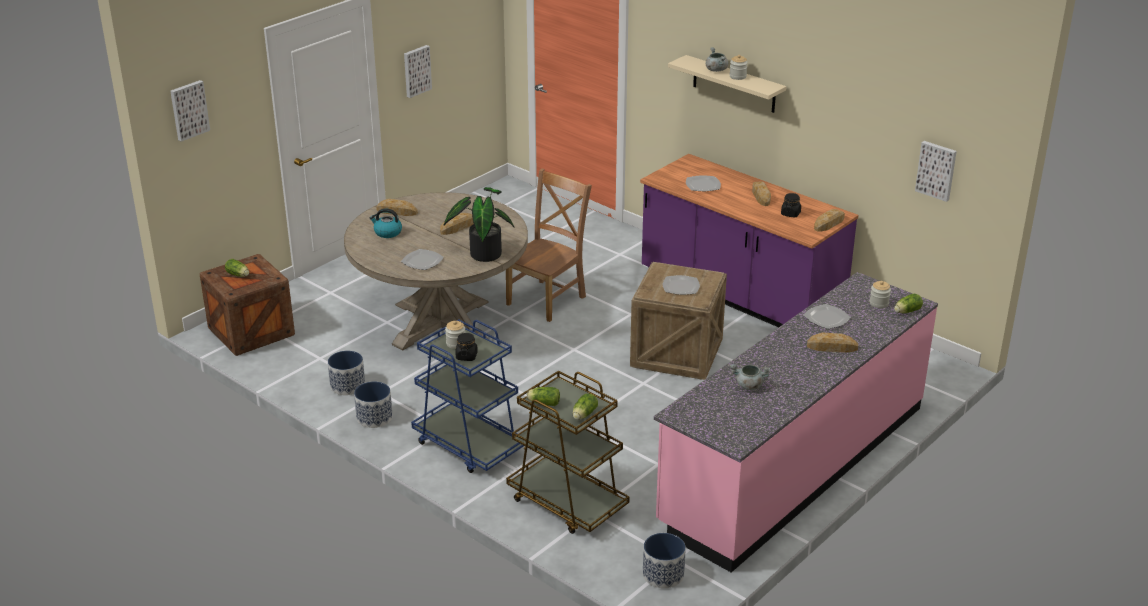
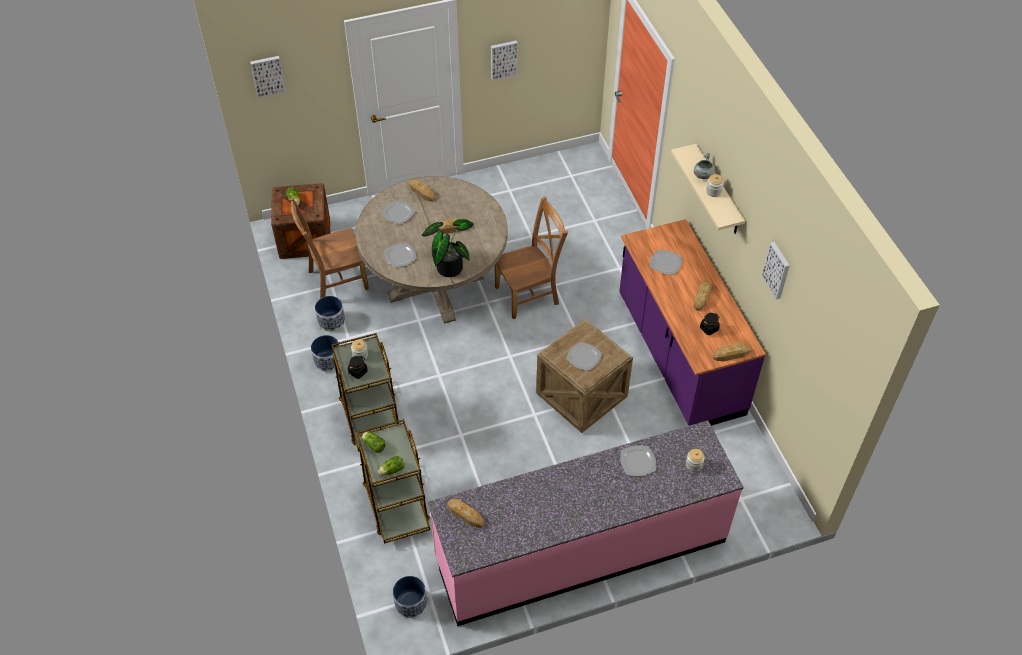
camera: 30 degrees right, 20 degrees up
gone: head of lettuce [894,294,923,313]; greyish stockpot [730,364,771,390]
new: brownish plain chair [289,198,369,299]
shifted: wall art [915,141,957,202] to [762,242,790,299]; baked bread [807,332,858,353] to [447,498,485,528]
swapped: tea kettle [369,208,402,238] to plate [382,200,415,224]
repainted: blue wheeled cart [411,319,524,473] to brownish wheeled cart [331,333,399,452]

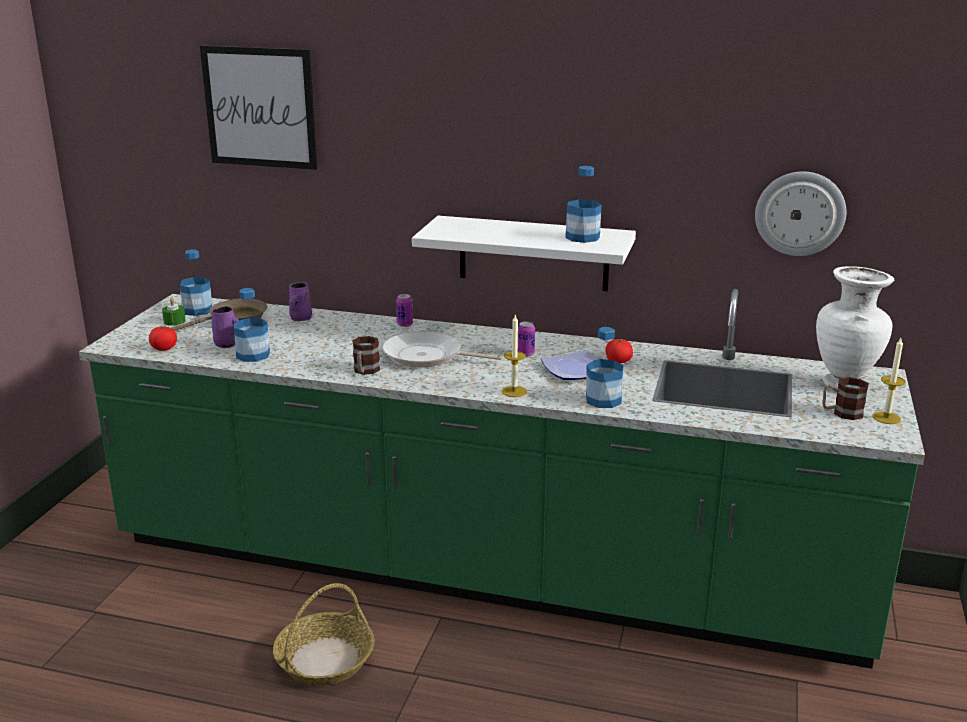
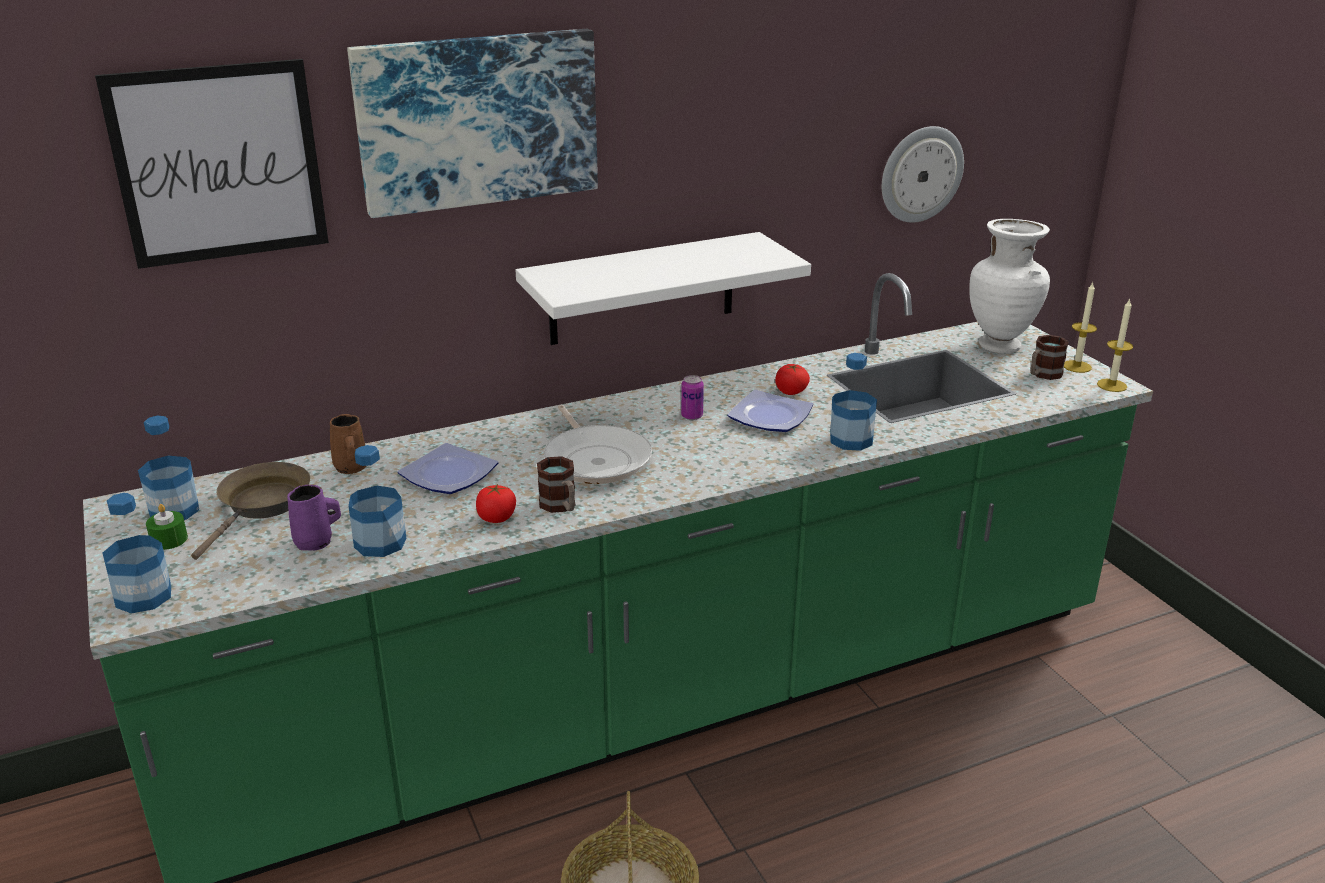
camera: 40 degrees left, 5 degrees up
gone: metal can [396,294,413,327]
new: wall art [347,29,598,218]; plate [398,443,498,494]
shifted: drink bottle [565,166,602,243] to [103,493,171,613]; wax candle [502,314,527,397] to [1097,298,1133,392]; tomato [149,326,177,351] to [476,484,516,523]
repainted: purple mug [289,282,312,321] to brownish mug [330,414,366,474]
rotated: frying pan [382,331,502,367] = [544,405,652,484] 90 degrees counterclockwise

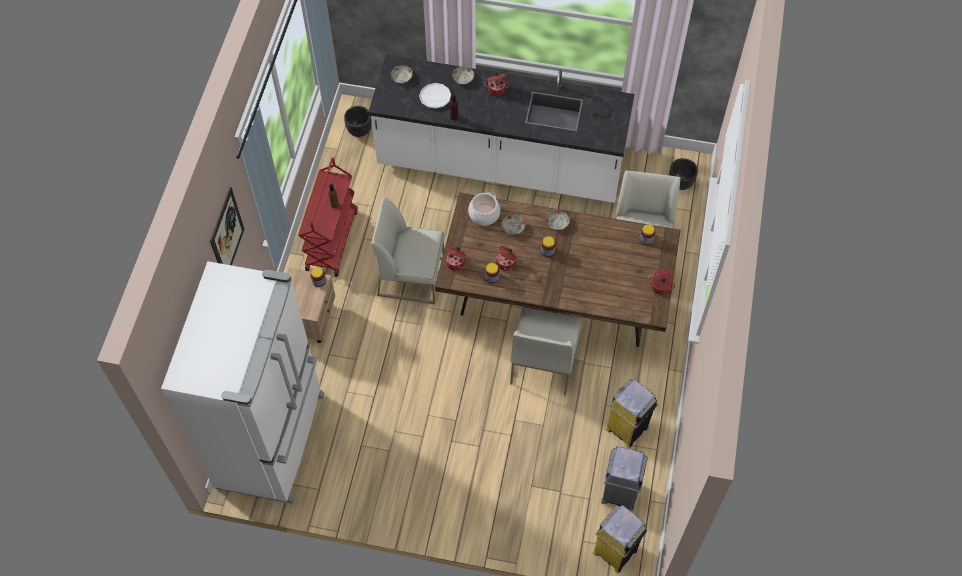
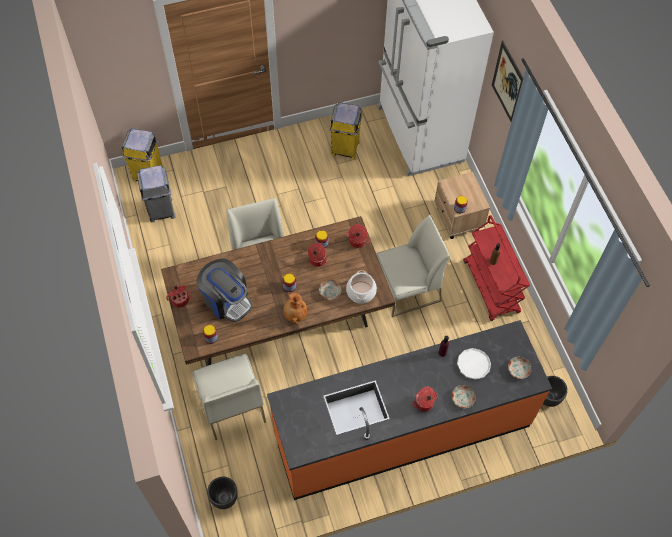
camera: 150 degrees right, 0 degrees up
new: coffee brewer [196,258,253,322]
shifted: yellow-coloured rubbish bin [605,379,658,448] to [330,102,362,160]
swapped: plate [546,210,570,230] to brownish vase [283,293,307,324]
repainted: white counter [368,55,634,203] to orange counter [267,320,552,500]

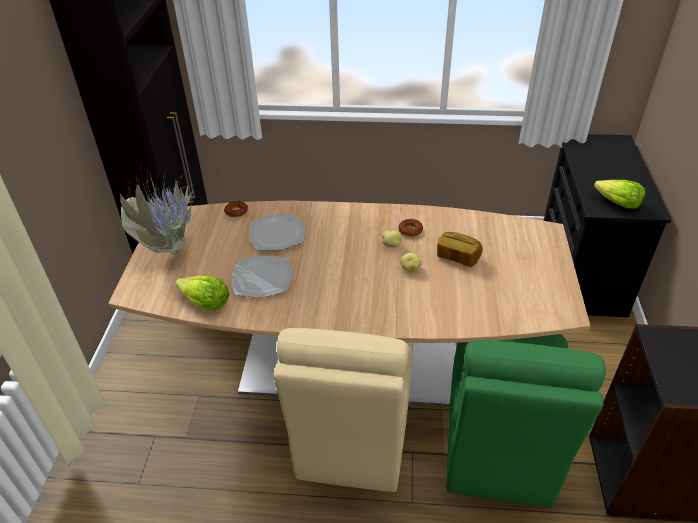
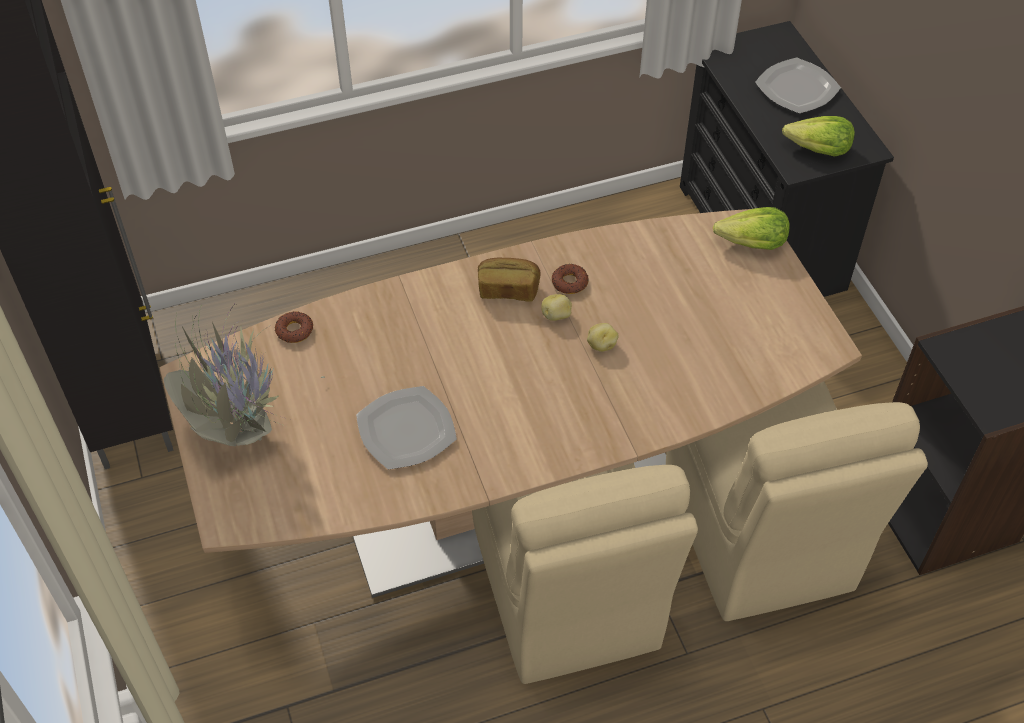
camera: 25 degrees left, 10 degrees up
shifted: plate [249,214,305,250] to [755,57,841,114]; baked bread [437,232,483,267] to [478,257,541,302]; head of lettuce [175,276,229,310] to [713,207,789,250]
repainted: greenish plain chair [446,334,606,507] to beige-coloured plain chair [666,381,928,621]

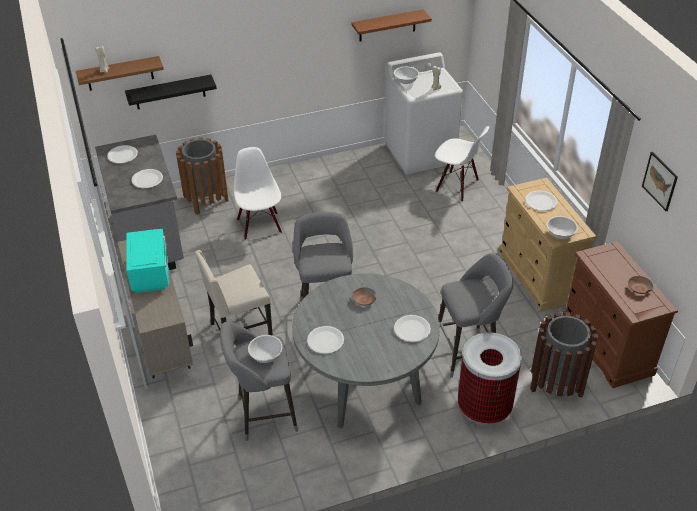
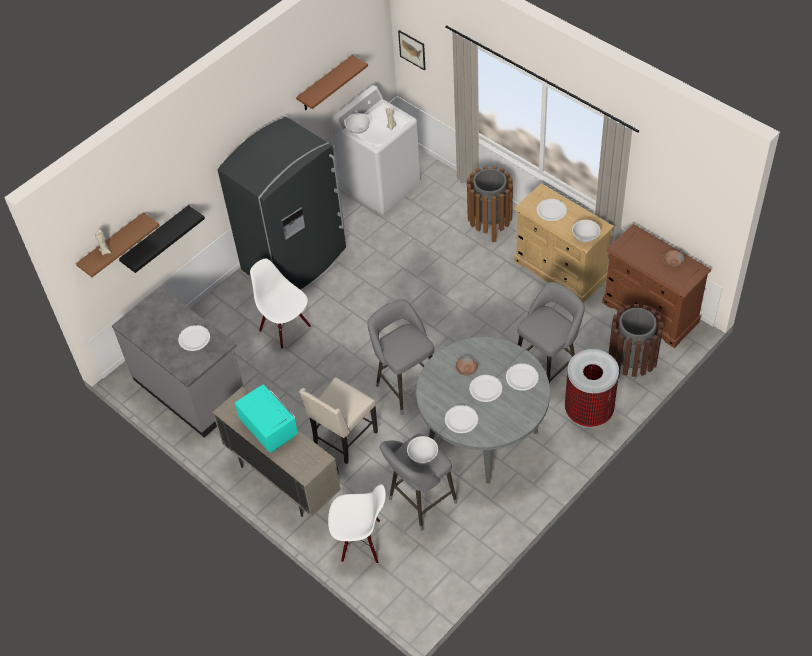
camera: 25 degrees left, 10 degrees up
new: greyish kitchen fridge [218,117,346,290]
shifted: white plain chair [435,126,489,202] to [328,484,386,563]; brownish rubbish bin [176,138,228,215] to [467,166,513,242]; white plate [107,145,138,163] to [469,375,502,402]; wall art [642,152,678,211] to [398,30,426,71]

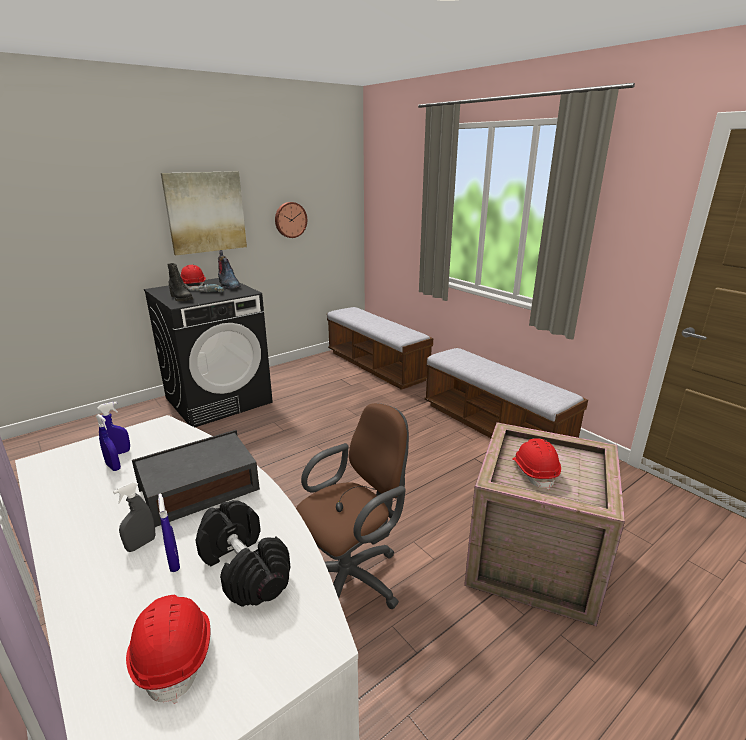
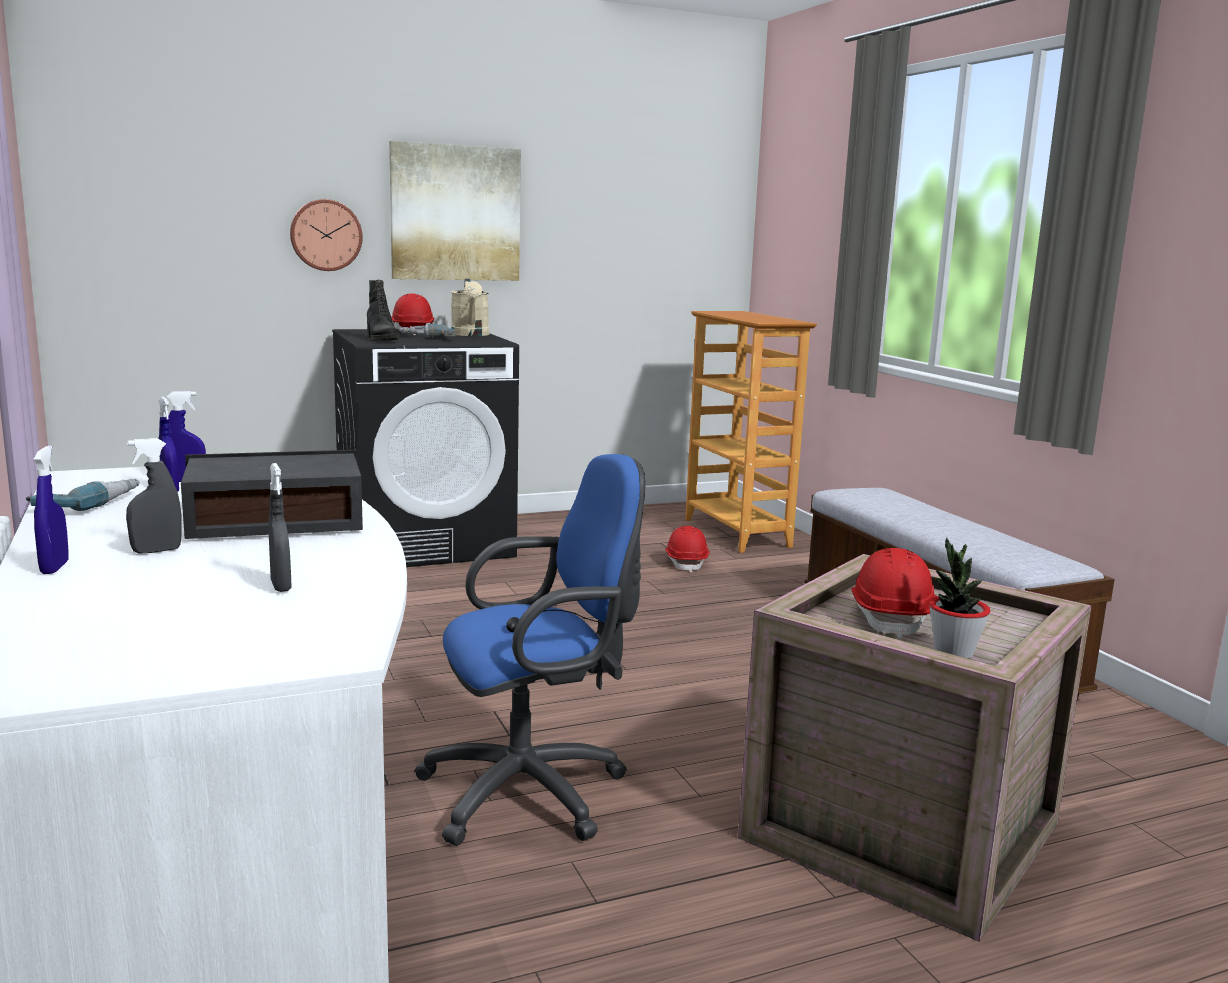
camera: 15 degrees right, 10 degrees down
new: drill [26,479,139,511]; potted plant [929,538,991,659]
shifted: clock on the wall [275,202,307,238] to [290,199,363,271]; blue hand sprayer [158,493,180,572] to [34,446,69,574]; red-coloured hard hat [126,595,210,704] to [665,526,709,573]
swapped: boot [218,250,241,289] to beige-coloured sprinkling can [451,279,489,336]; indoor bench [327,307,433,390] to bookshelf [685,311,817,553]; black-coloured dumbbell [195,500,290,607] to greyish hand sprayer [269,463,291,592]
repainted: brownish desk chair [296,403,409,609] to blue desk chair [414,454,646,846]

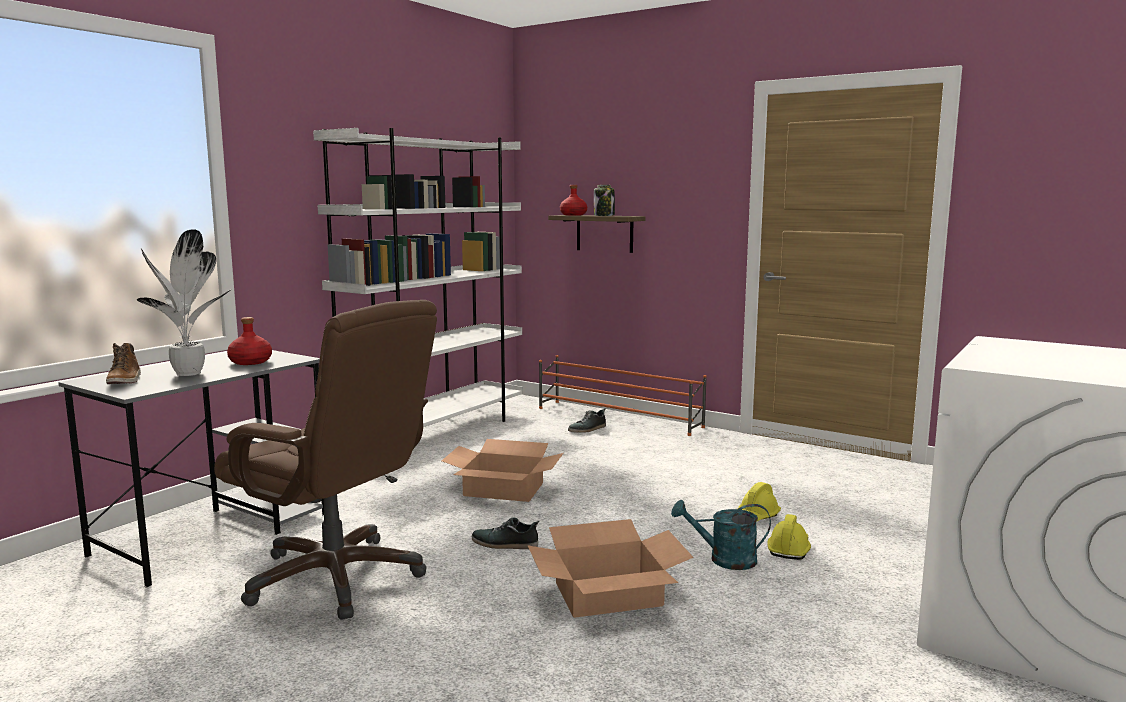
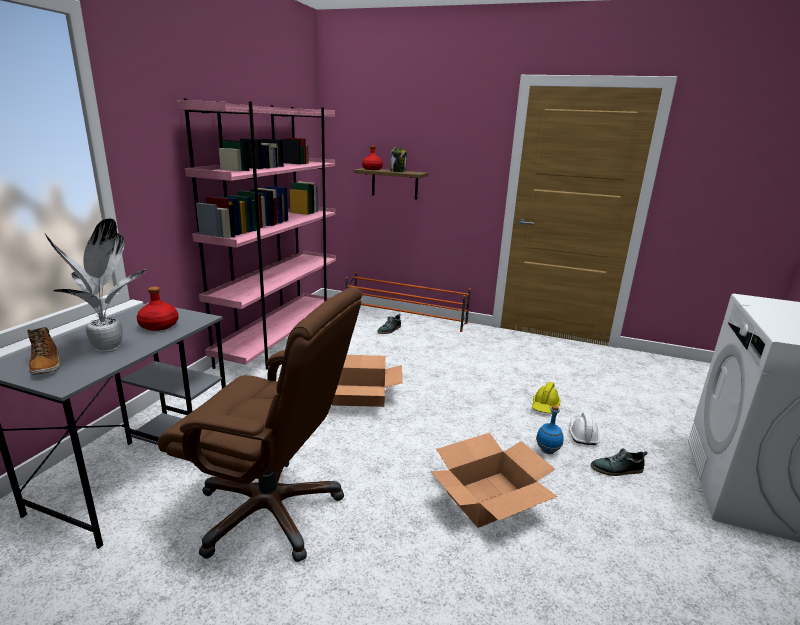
camera: 15 degrees left, 10 degrees up
shifted: low shoe [472,517,539,549] to [591,448,648,476]
swapped: turquoise-coloured sprinkling can [671,500,771,570] to blue drink bottle [536,405,564,454]
repainted: white bookshelf [313,128,523,427] to pink bookshelf [177,99,336,370]; yellow-coloured hard hat [767,514,811,560] to white hard hat [569,412,600,445]

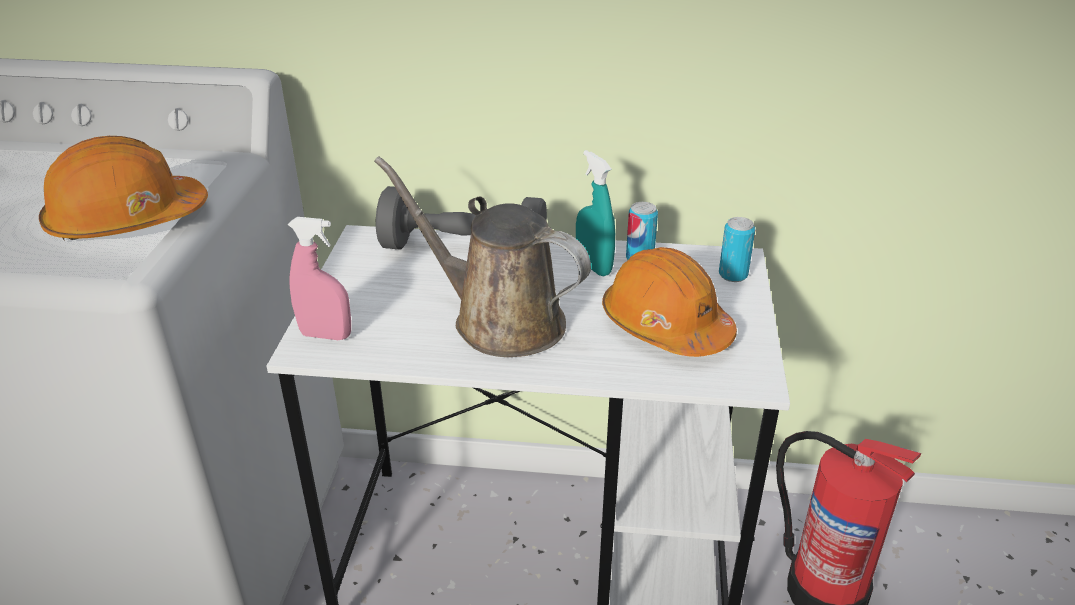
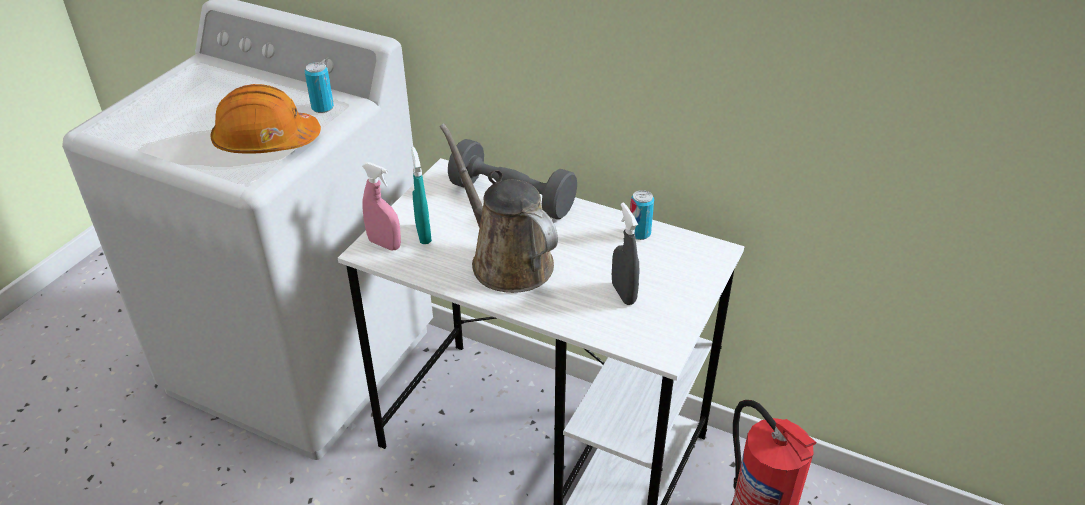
camera: 20 degrees right, 5 degrees up
shifted: turquoise-coloured hand sprayer [576,150,615,277] to [411,147,432,244]; metal can [719,217,755,282] to [305,62,334,113]
swapped: orange hard hat [602,247,737,357] to greyish hand sprayer [612,202,639,305]

